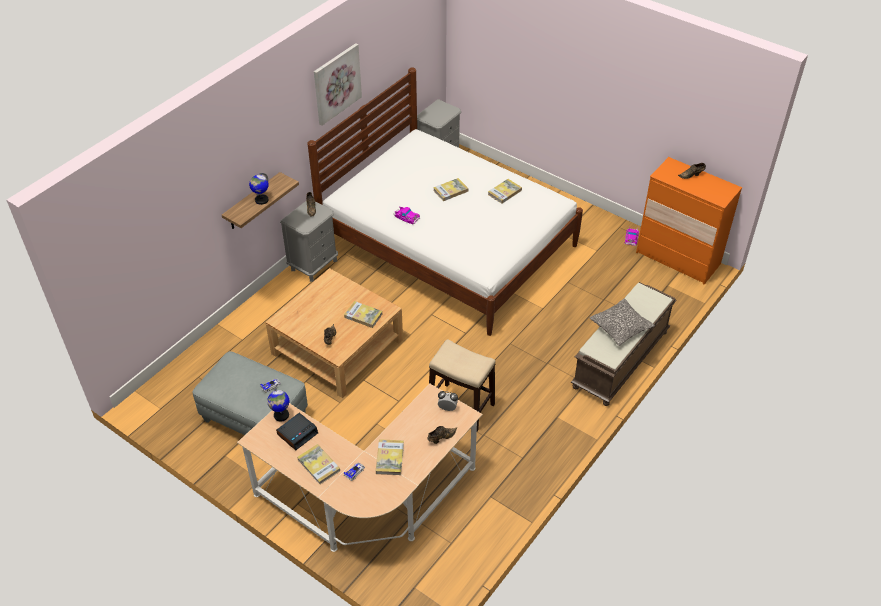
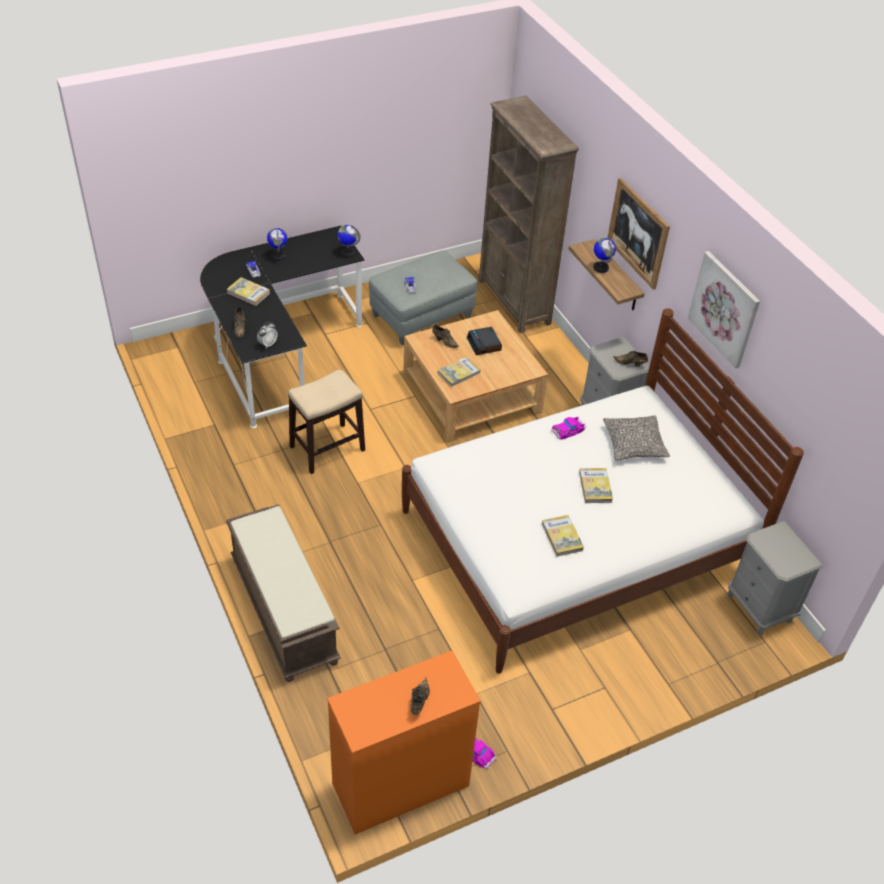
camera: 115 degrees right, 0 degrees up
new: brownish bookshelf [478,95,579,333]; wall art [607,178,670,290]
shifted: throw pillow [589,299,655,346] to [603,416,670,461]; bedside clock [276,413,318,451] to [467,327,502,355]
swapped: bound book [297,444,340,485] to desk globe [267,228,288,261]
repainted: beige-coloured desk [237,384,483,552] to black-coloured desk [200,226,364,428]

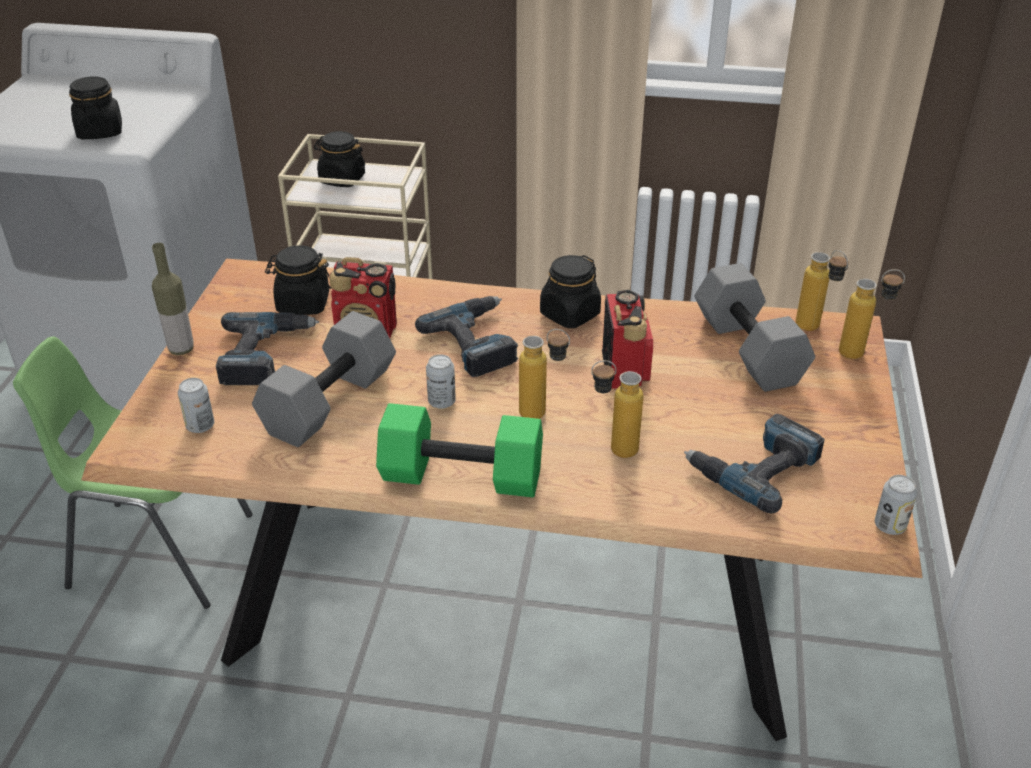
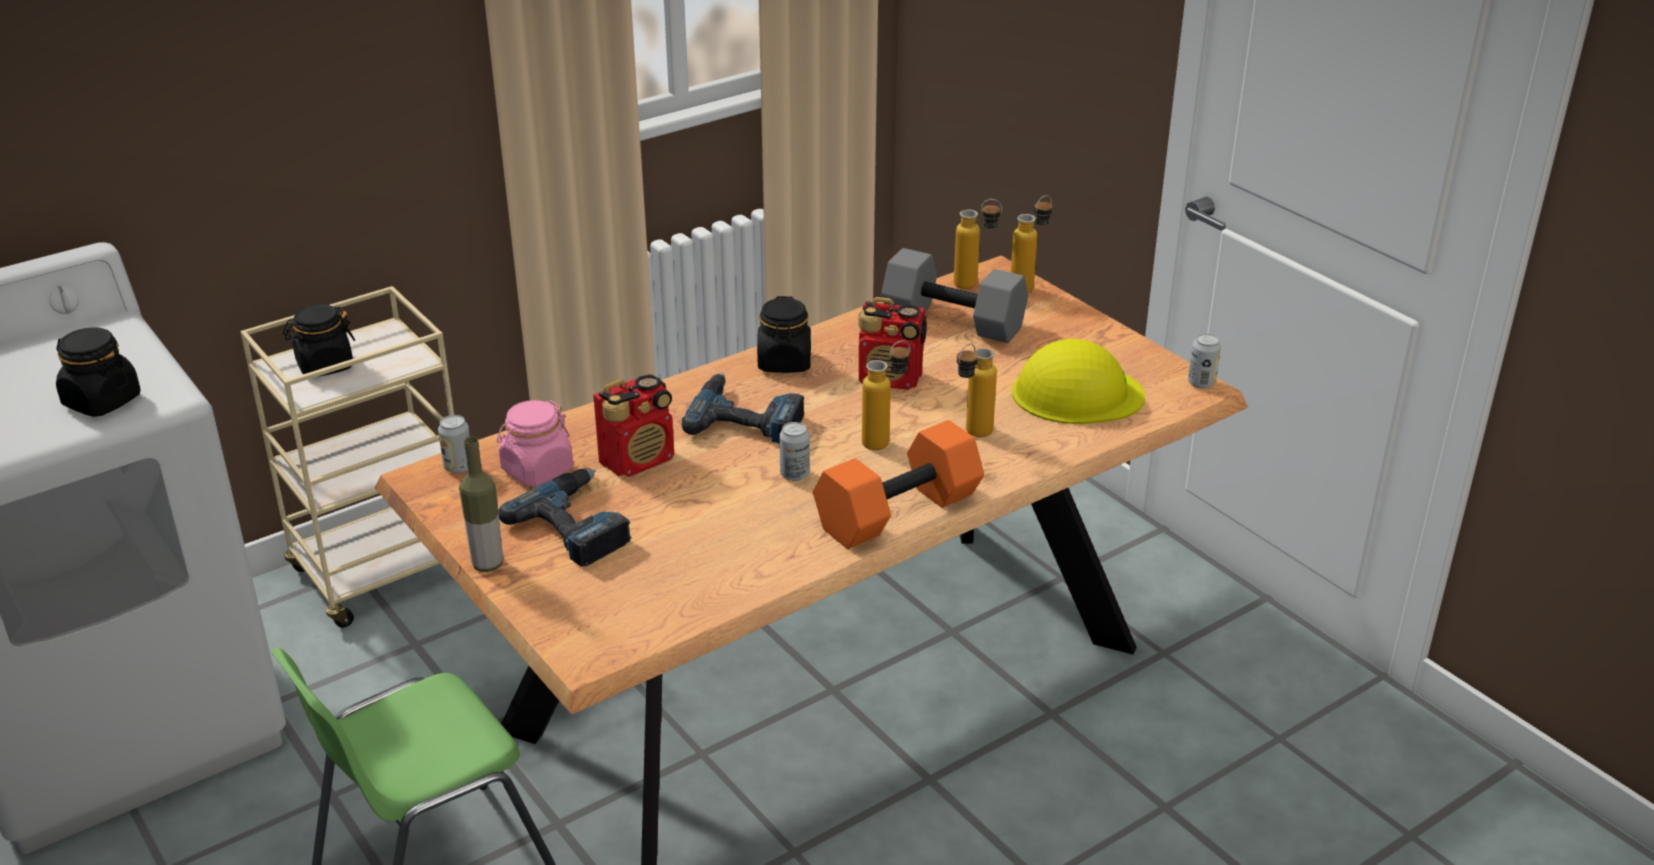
camera: 45 degrees left, 5 degrees down
gone: greyish dumbbell [252,311,396,447]
shifted: metal can [178,378,214,433] to [438,415,470,474]
swapped: drill [684,414,825,513] to yellow-coloured hard hat [1012,339,1145,424]
repainted: black-coloured storage jar [265,245,331,315] to pink storage jar [496,400,573,486]; greenish dumbbell [376,403,543,497] to orange dumbbell [813,420,984,549]
rotated: radio [602,290,653,389] = [858,297,927,390] 150 degrees clockwise

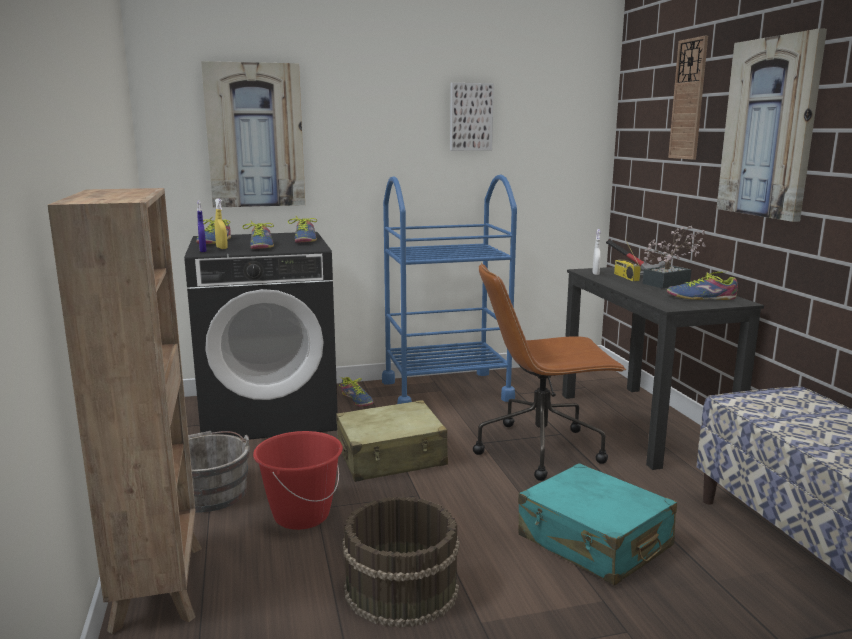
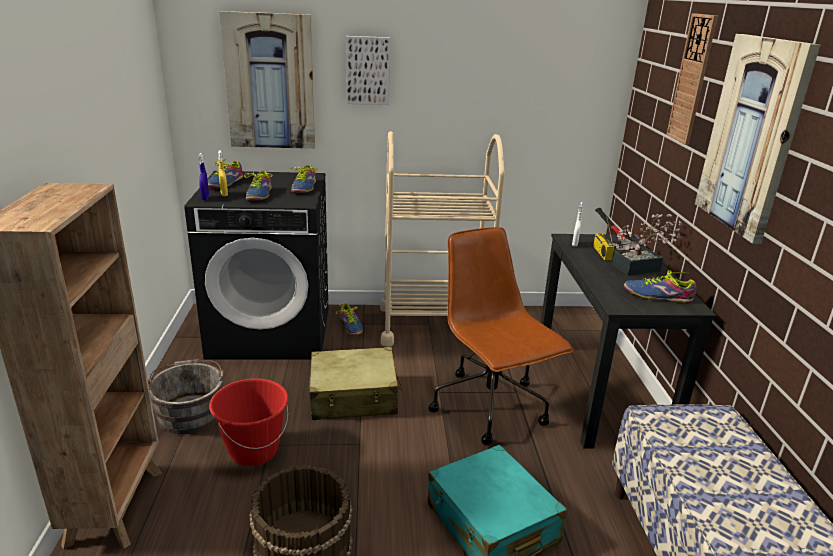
camera: 10 degrees right, 10 degrees up
shifted: wall art [450,83,494,151] to [346,36,390,105]
repainted: blue wheeled cart [382,175,517,404] to beige-coloured wheeled cart [380,131,505,347]
rotated: brownish desk chair [473,263,627,481] = [429,227,574,445] 60 degrees clockwise

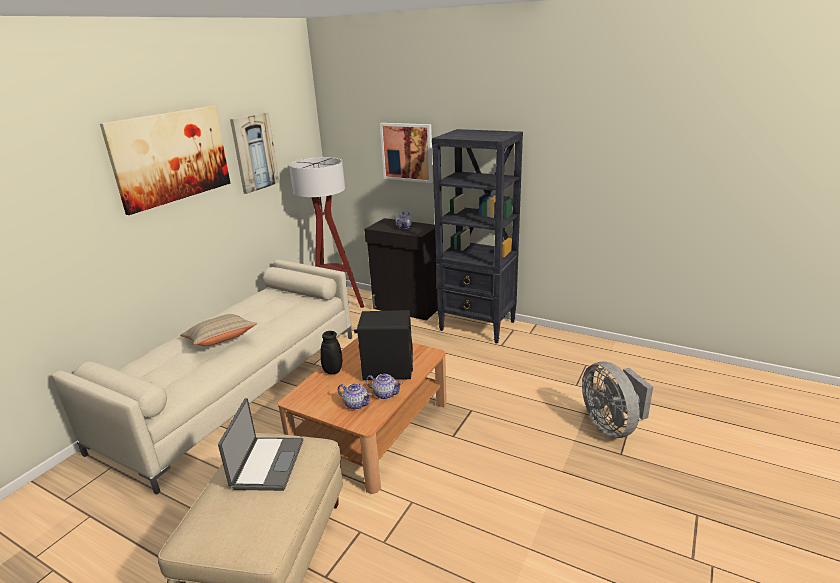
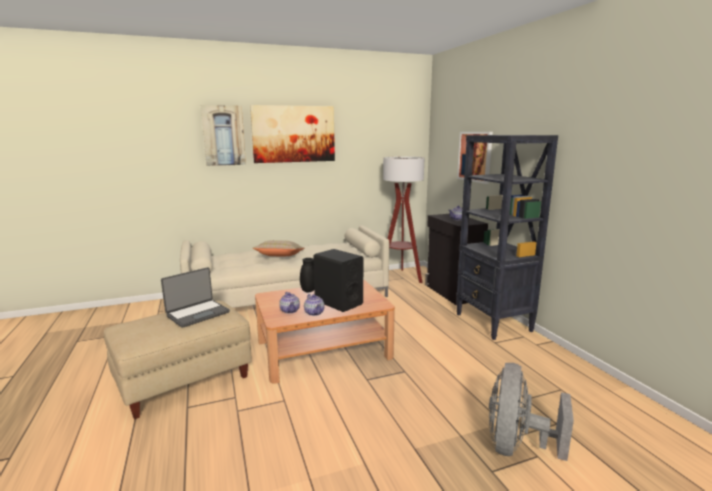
camera: 40 degrees right, 10 degrees down
shifted: wall art [230,113,279,194] to [201,105,246,166]

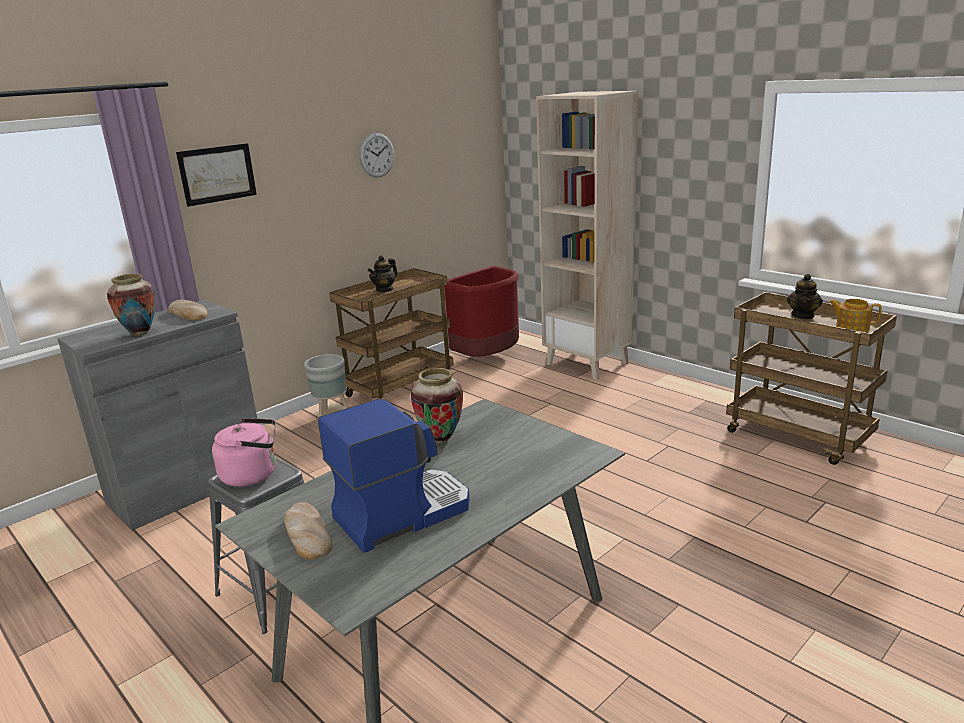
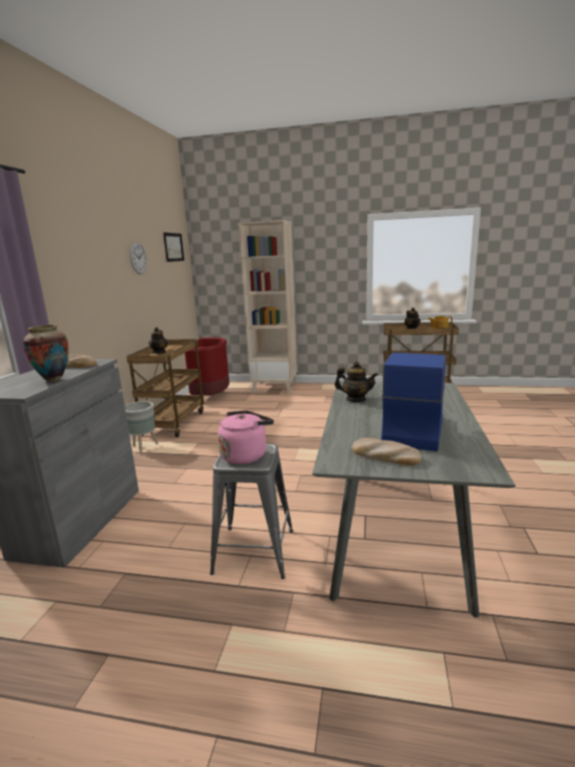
camera: 35 degrees left, 5 degrees down
shifted: wall art [176,143,257,207] to [163,232,184,262]
swapped: vase [411,368,463,443] to pot for tea [335,361,378,402]

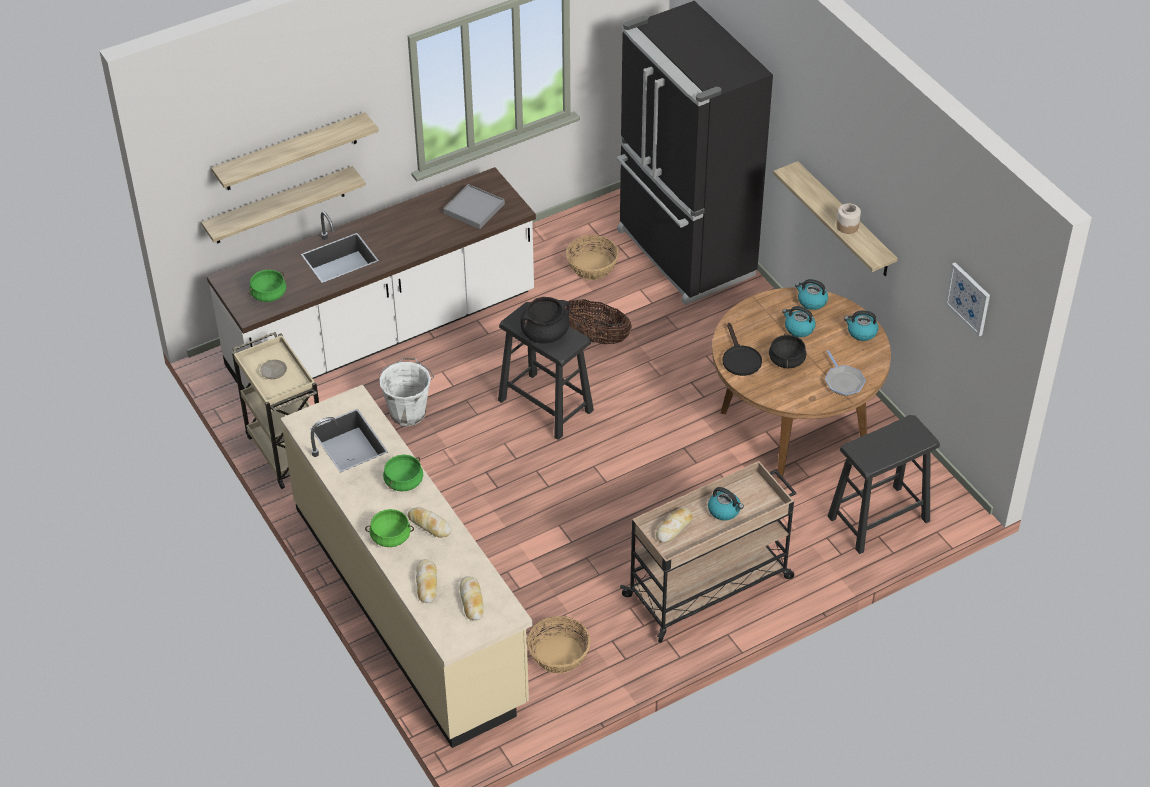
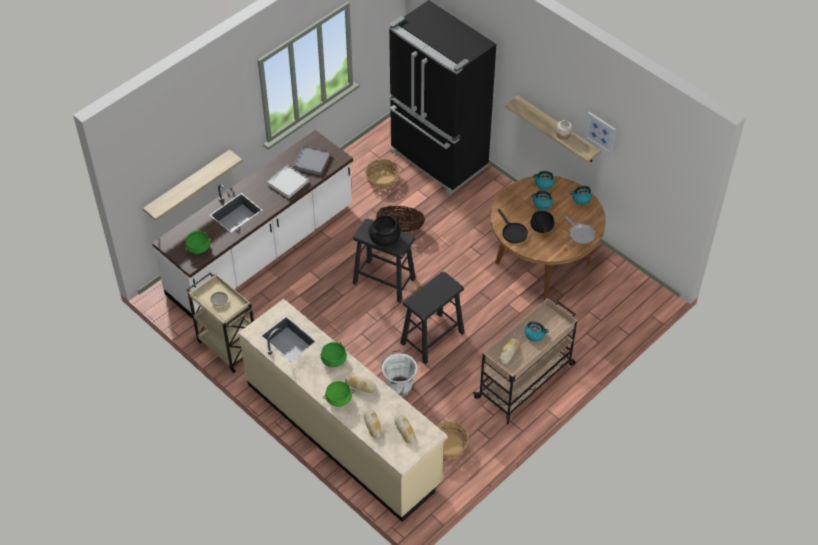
camera: 15 degrees left, 5 degrees up
gone: bracket shelf [211,112,379,190]
new: white tray [267,165,309,199]
shifted: wall art [945,262,990,336] to [584,112,616,154]; white water bucket [379,357,434,426] to [380,350,418,397]; black-coloured stool seat [827,415,940,554] to [400,272,464,364]

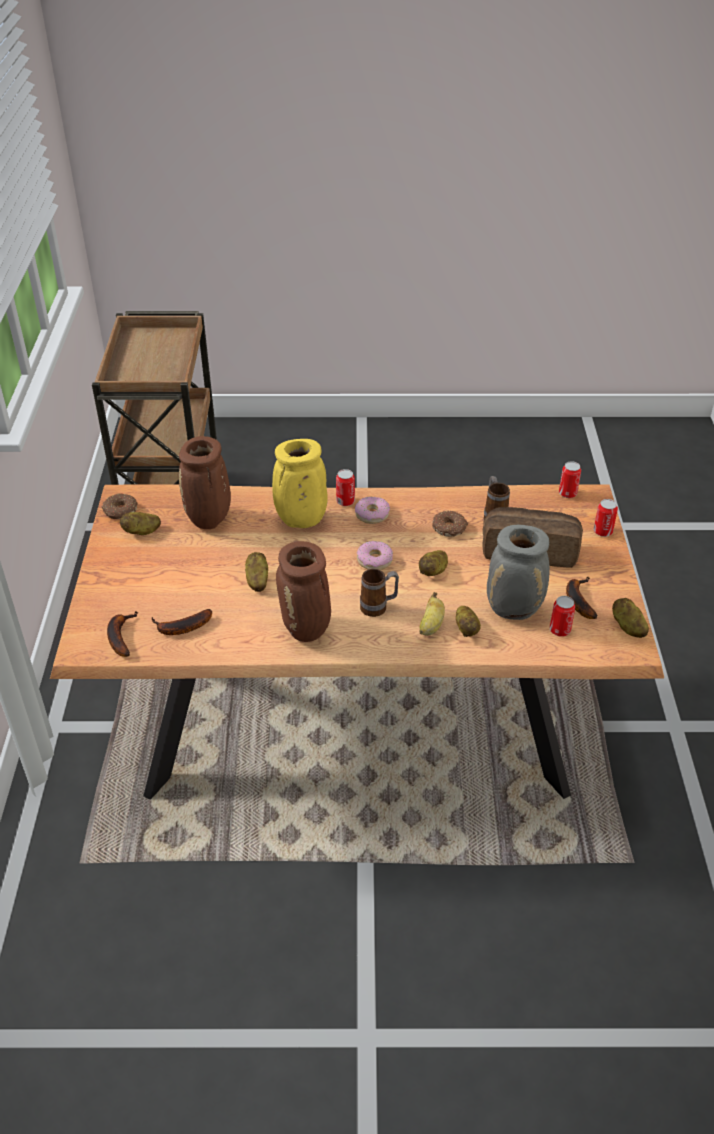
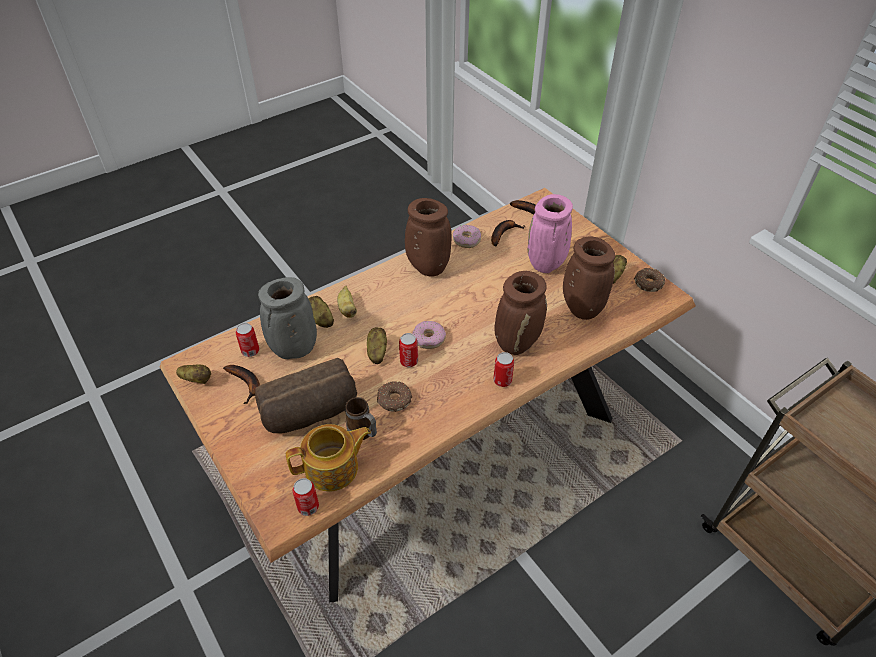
camera: 145 degrees right, 5 degrees up
gone: potato [245,552,268,592]; mug [360,569,399,617]
new: pink vase [528,194,573,273]; pot for tea [286,424,371,492]
shifted: donut [355,497,390,524] to [453,225,481,248]; metal can [594,499,618,537] to [399,333,418,367]
repainted: yellow-coloured vase [272,439,328,528] to brownish vase [494,271,547,355]

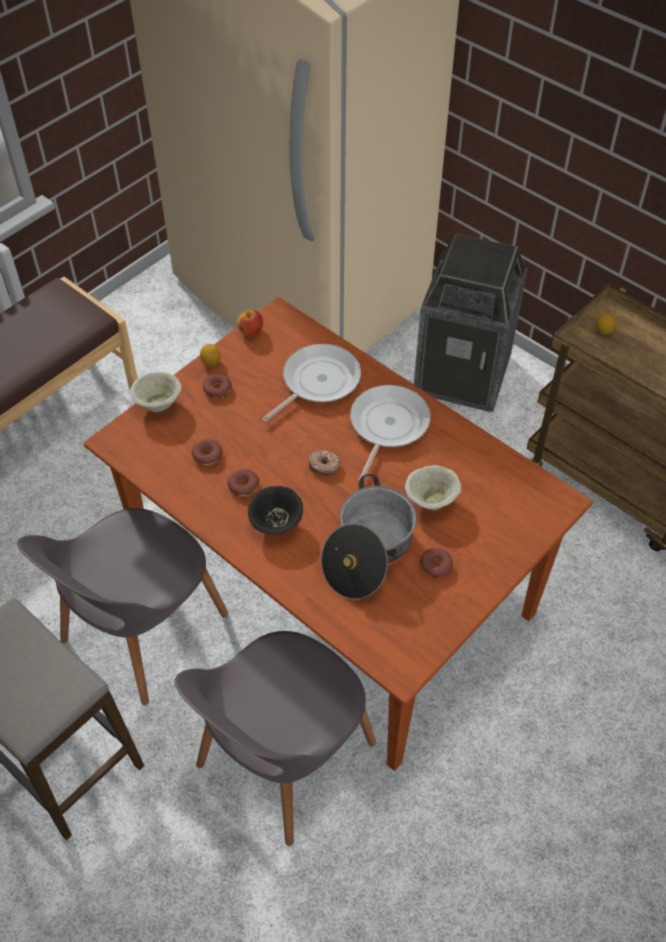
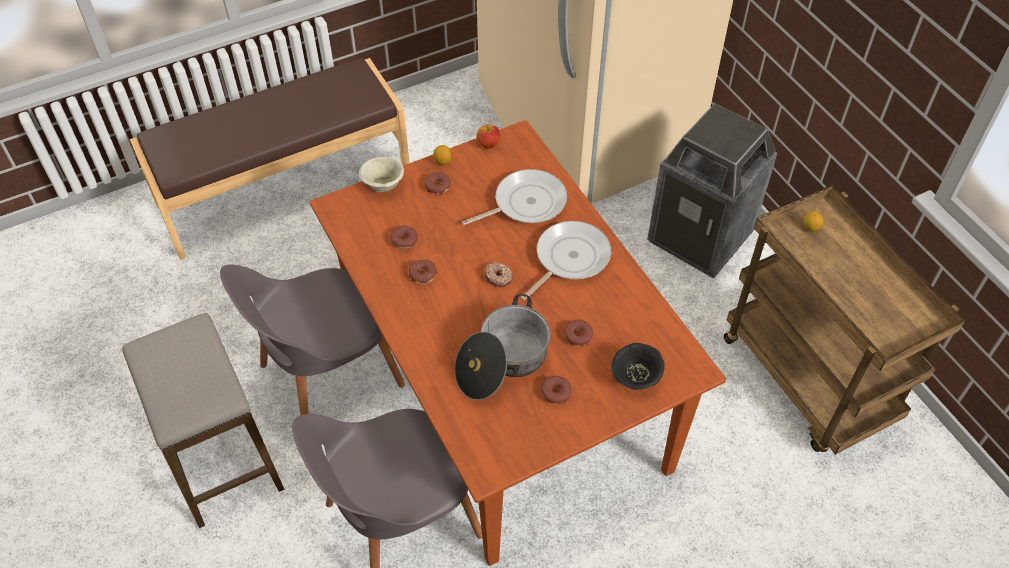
camera: 20 degrees right, 0 degrees up
shifted: black-coloured deep dish [248,486,303,535] to [612,343,665,390]
swapped: beige-coloured deep dish [405,465,461,510] to donut [564,320,593,346]

